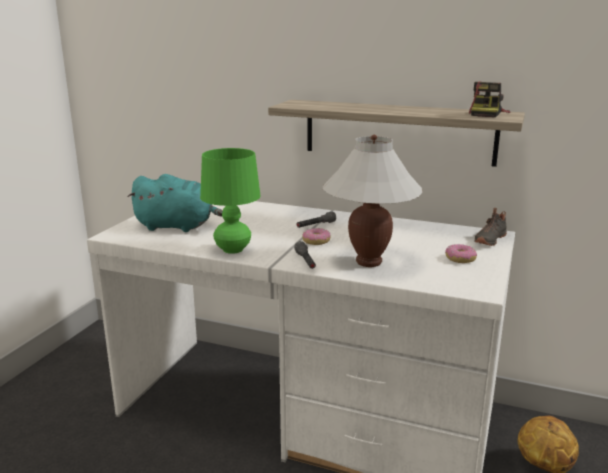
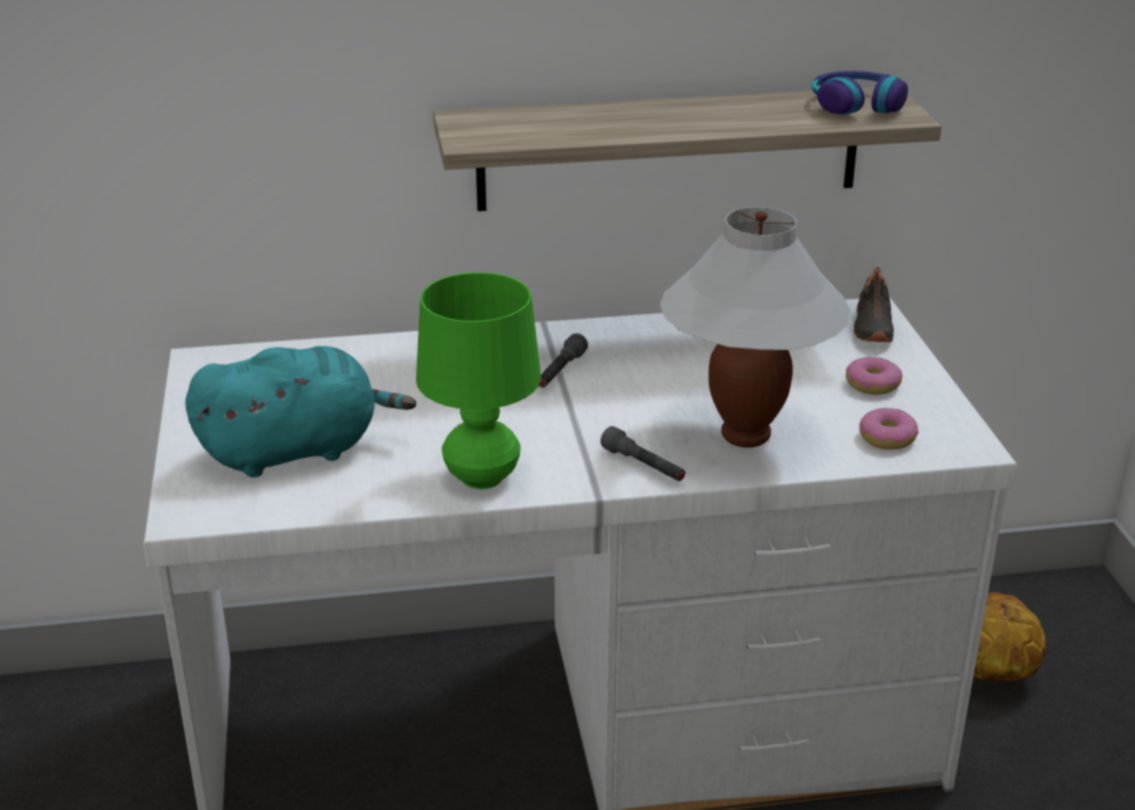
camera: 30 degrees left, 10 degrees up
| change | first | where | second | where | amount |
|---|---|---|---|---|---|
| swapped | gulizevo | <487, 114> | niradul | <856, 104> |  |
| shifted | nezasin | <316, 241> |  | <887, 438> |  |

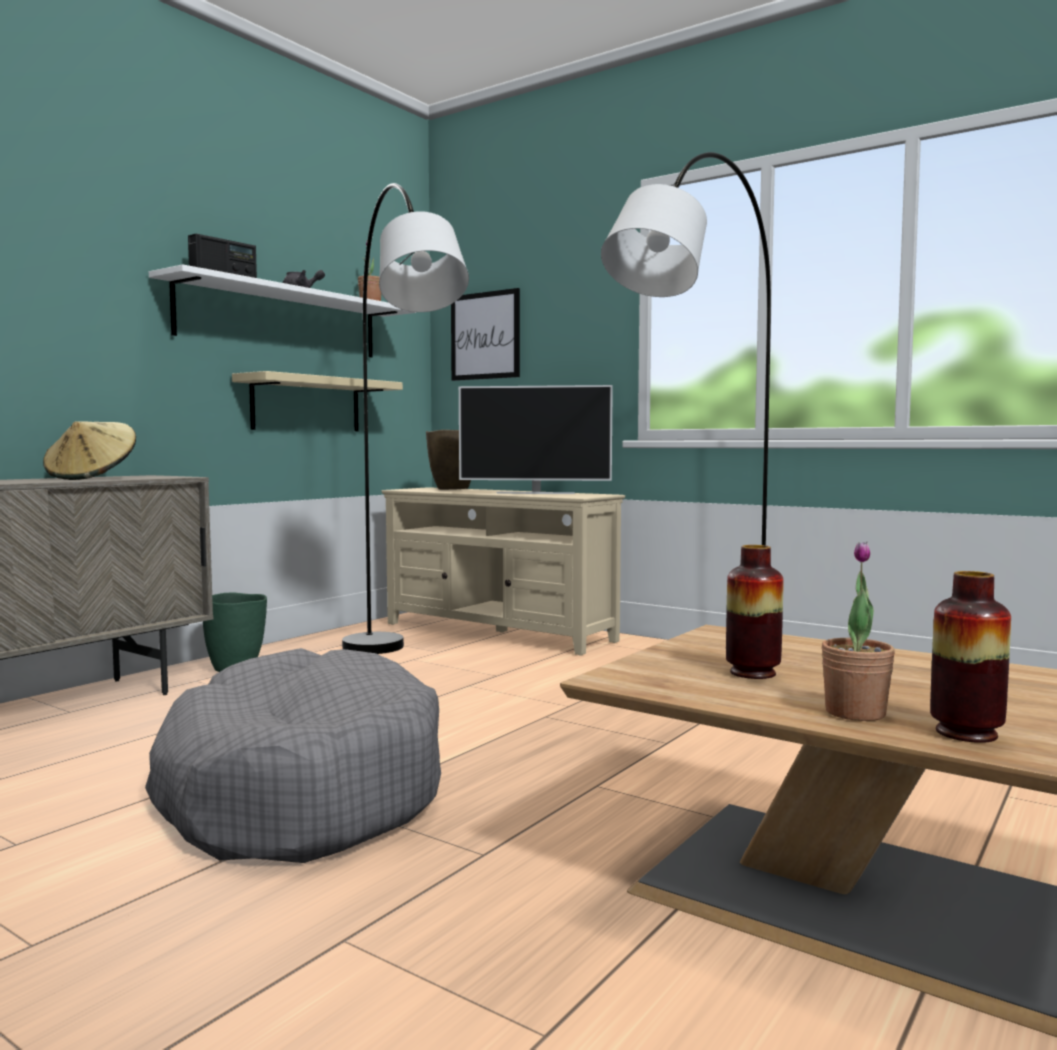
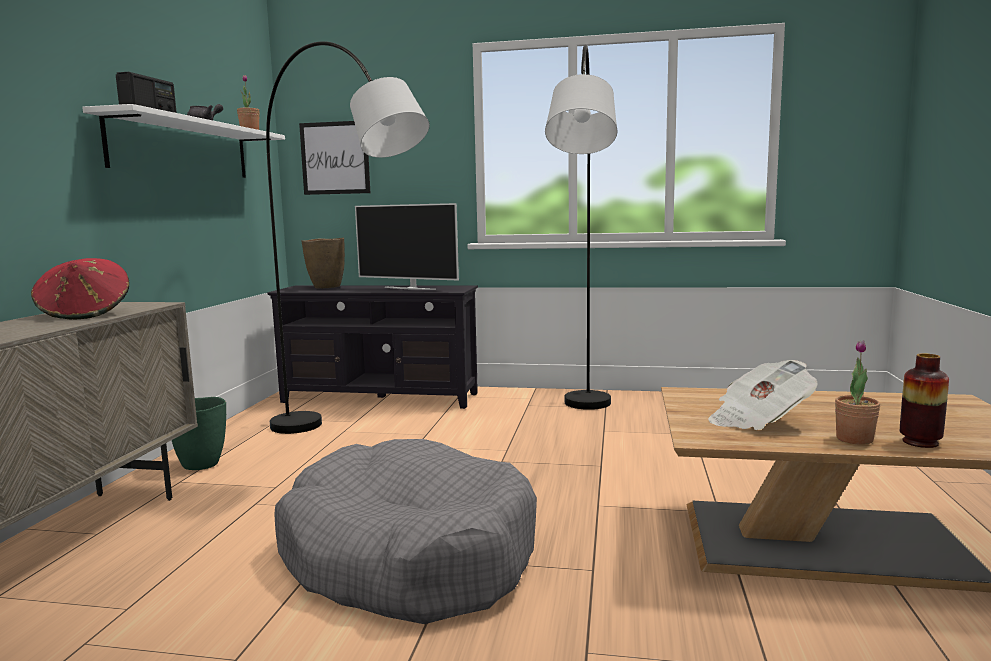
camera: 25 degrees left, 5 degrees up
| change | first | where | second | where | amount |
|---|---|---|---|---|---|
| repainted | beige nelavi | <92, 478> | red nelavi | <86, 314> |  |
| repainted | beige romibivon | <498, 633> | black romibivon | <380, 398> |  |
| rotated | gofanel | <535, 493> |  | <410, 288> | 45 degrees clockwise |
| swapped | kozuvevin | <752, 673> | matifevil | <758, 420> |  |
| gone | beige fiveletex | <306, 404> |  |  |  |

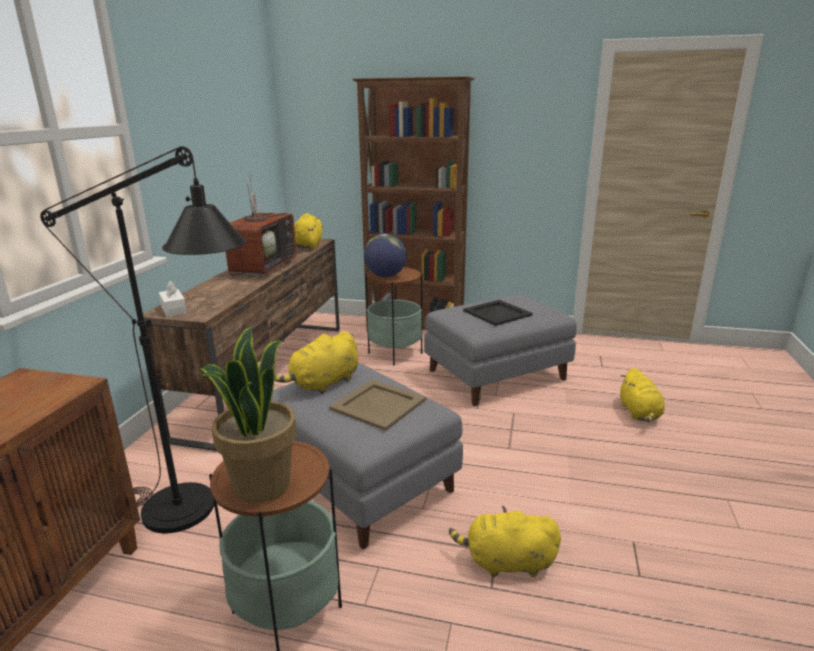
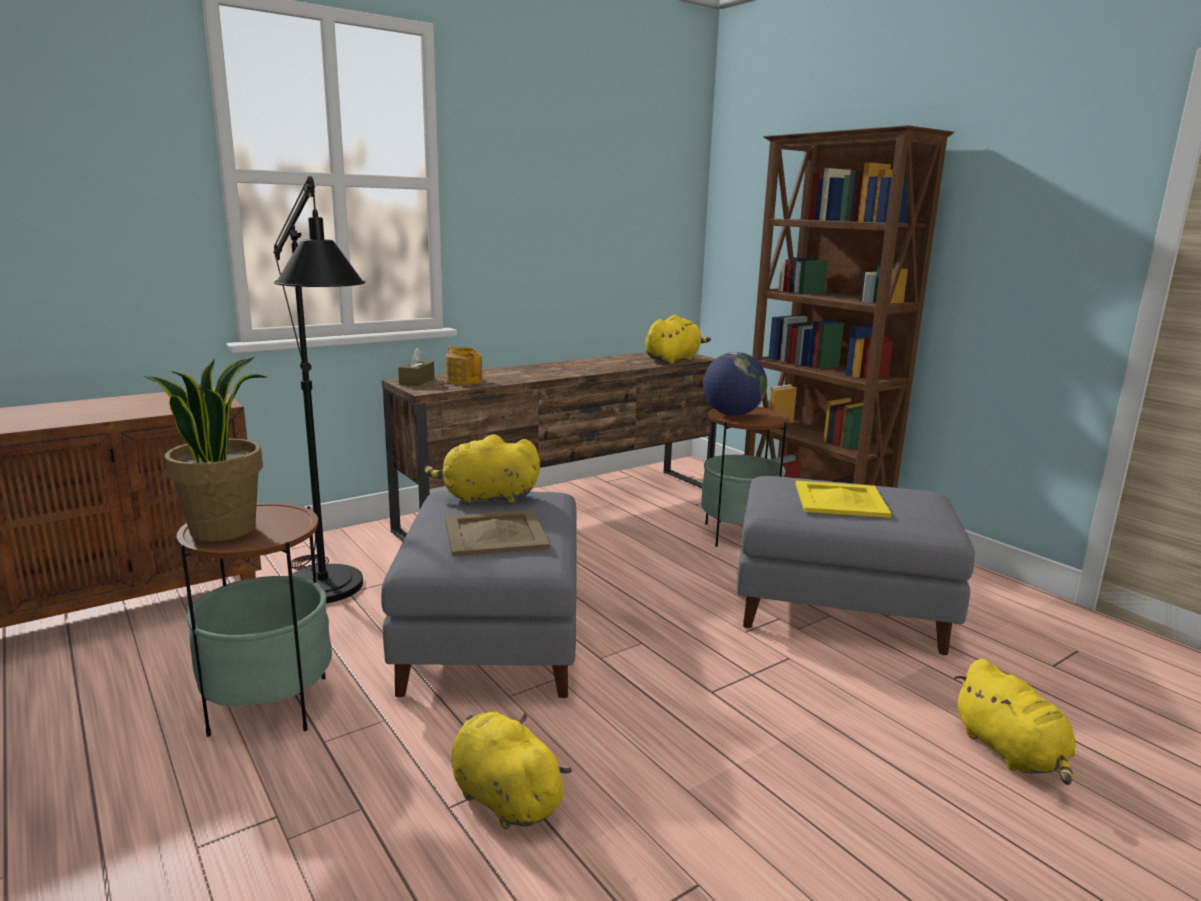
camera: 40 degrees right, 5 degrees down
| change | first | where | second | where | amount |
|---|---|---|---|---|---|
| repainted | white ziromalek | <173, 309> | brown ziromalek | <417, 381> |  |
| new |  |  | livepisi | <464, 381> |  |
| repainted | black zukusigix | <497, 313> | yellow zukusigix | <841, 499> |  |
| rotated | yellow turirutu | <639, 413> |  | <1011, 753> | 60 degrees counterclockwise |
| gone | gofanel | <263, 267> |  |  |  |

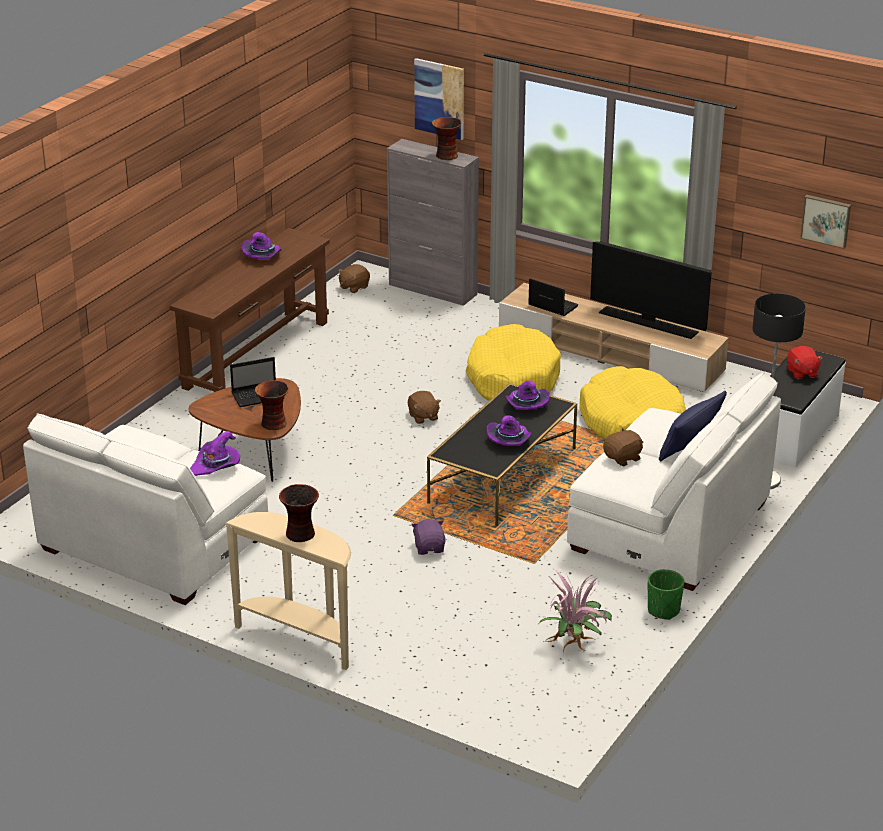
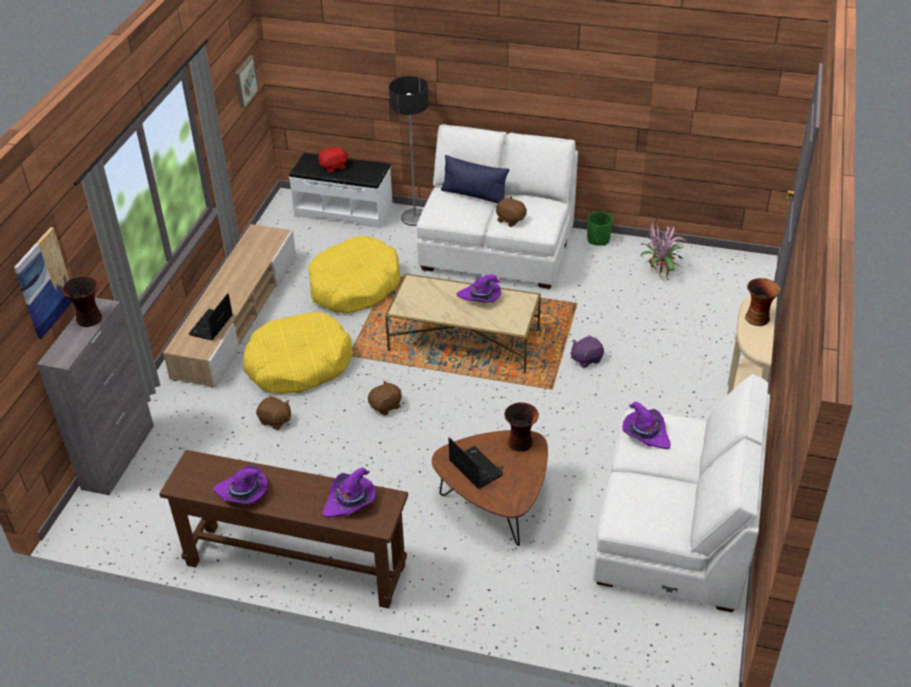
camera: 105 degrees left, 10 degrees up
| change | first | where | second | where | amount |
|---|---|---|---|---|---|
| shifted | brown turirutu | <353, 287> |  | <275, 420> |  |
| shifted | purple nelavi | <525, 405> |  | <350, 501> |  |
| repainted | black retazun | <503, 476> | beige retazun | <464, 340> |  |
| gone | gofanel | <649, 322> |  |  |  |

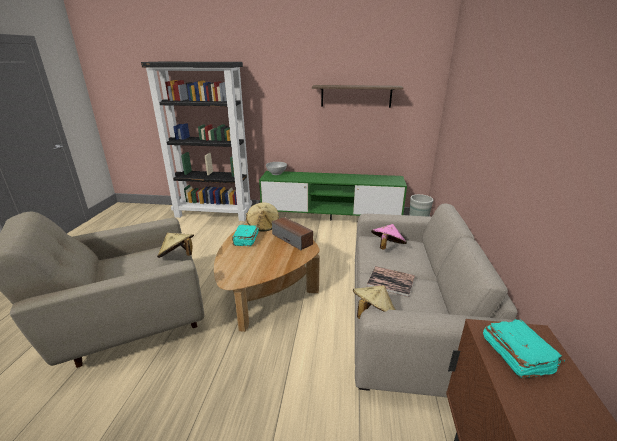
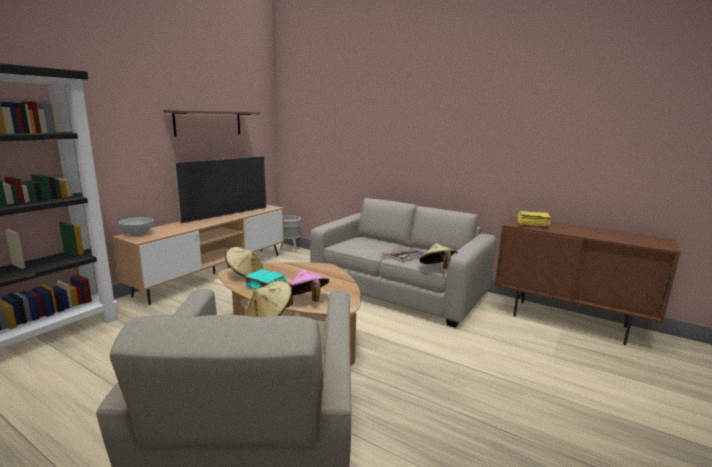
camera: 65 degrees left, 10 degrees down
| change | first | where | second | where | amount |
|---|---|---|---|---|---|
| repainted | green romibivon | <330, 220> | brown romibivon | <214, 274> |  |
| new |  |  | gofanel | <226, 215> |  |
| shifted | pink nelavi | <387, 247> |  | <306, 300> |  |
| repainted | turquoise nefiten | <516, 355> | yellow nefiten | <532, 224> |  |
| gone | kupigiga | <292, 239> |  |  |  |

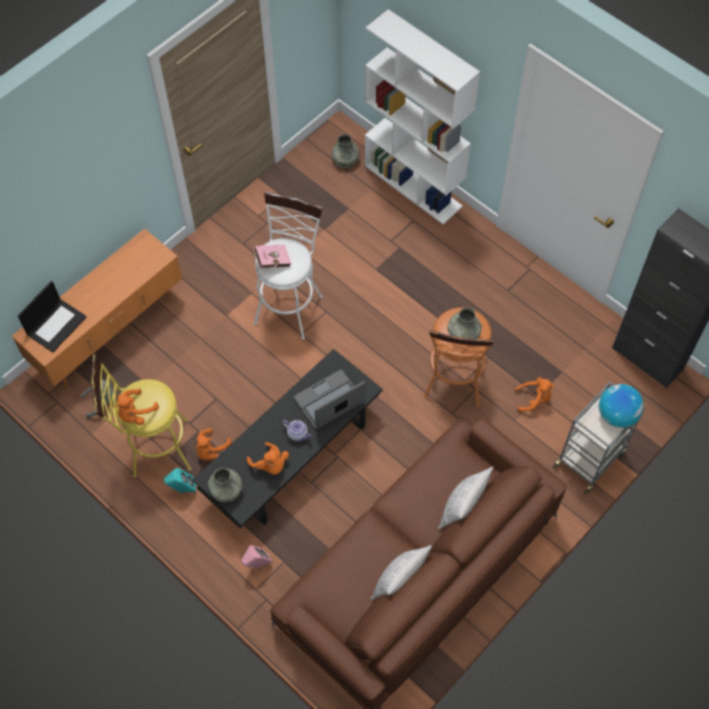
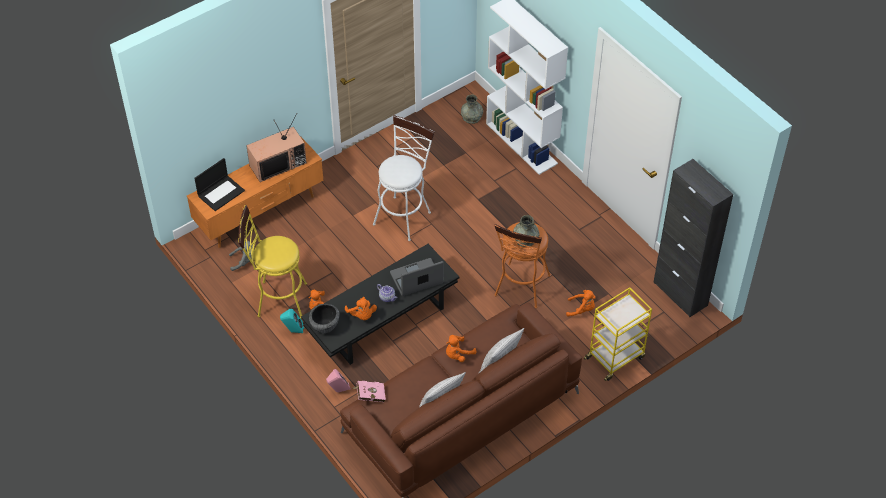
camera: 10 degrees right, 10 degrees down
| change | first | where | second | where | amount |
|---|---|---|---|---|---|
| new |  |  | gofanel | <278, 163> |  |
| swapped | grey kozuvevin | <226, 489> | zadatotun | <325, 326> |  |
| shifted | pink nefiten | <271, 261> |  | <369, 395> |  |
| shifted | orange turirutu | <135, 413> |  | <458, 354> |  |
| repainted | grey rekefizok | <589, 458> | yellow rekefizok | <615, 357> |  |
| gone | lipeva | <617, 415> |  |  |  |

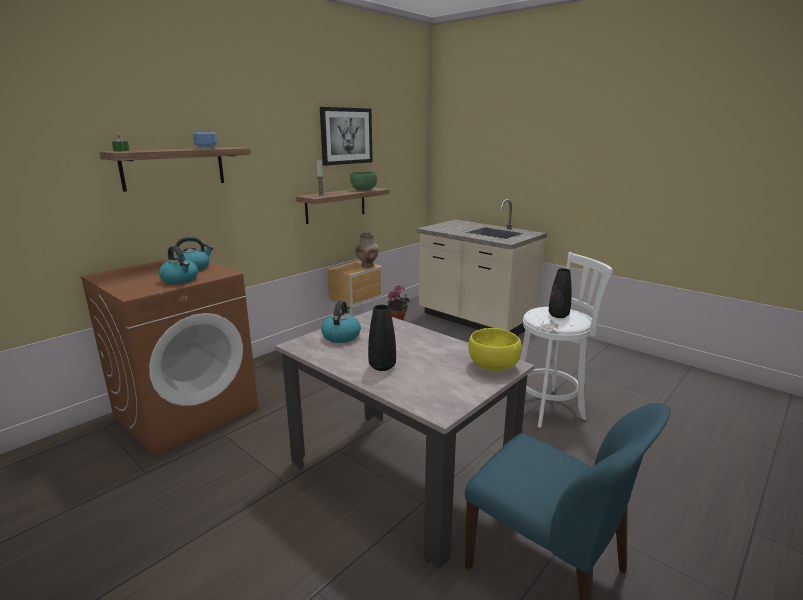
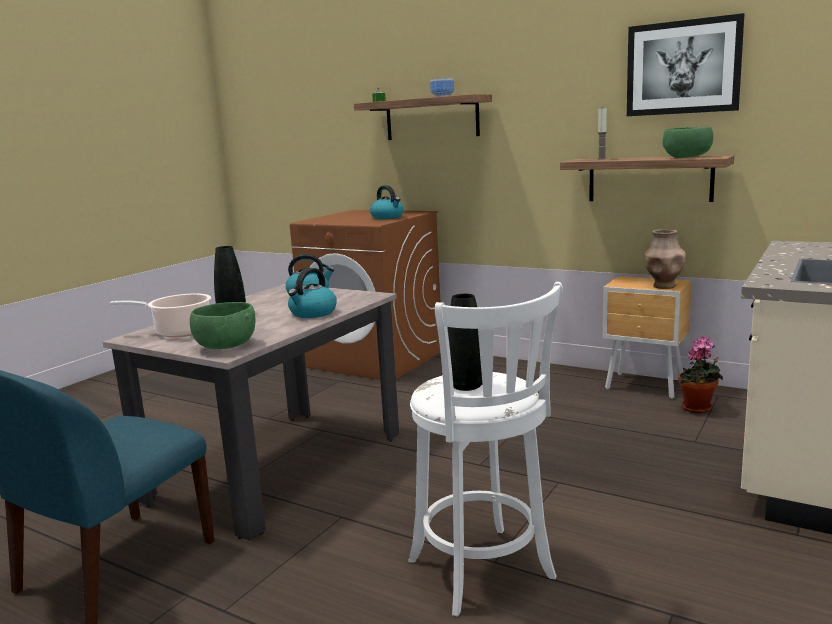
camera: 80 degrees right, 5 degrees down
| change | first | where | second | where | amount |
|---|---|---|---|---|---|
| new |  |  | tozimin | <179, 332> |  |
| repainted | yellow zadatotun | <493, 366> | green zadatotun | <225, 346> |  |
| shifted | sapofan | <180, 280> |  | <312, 313> |  |

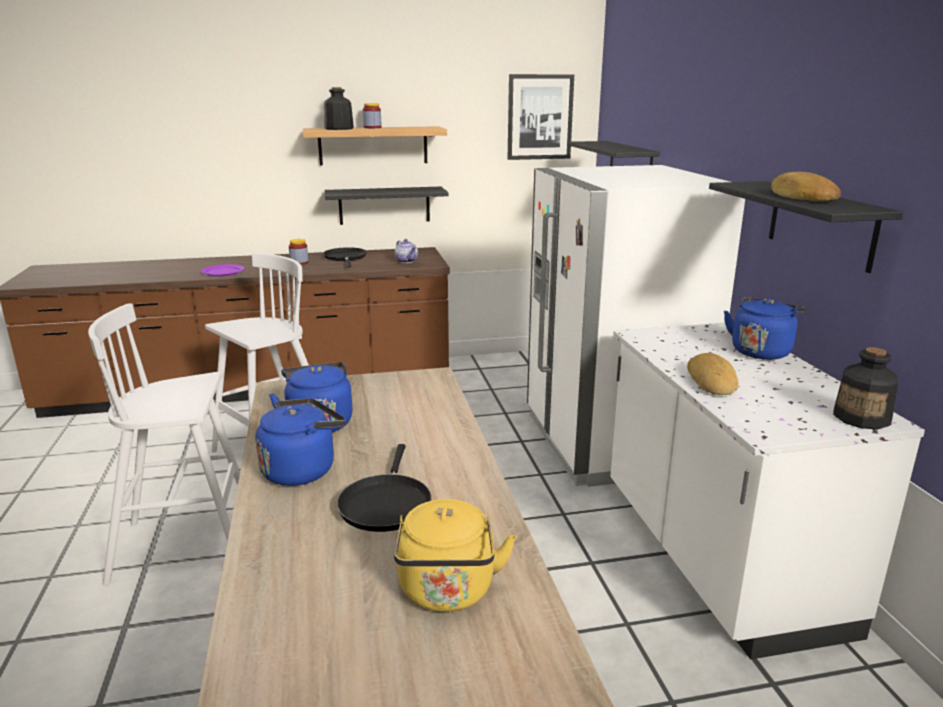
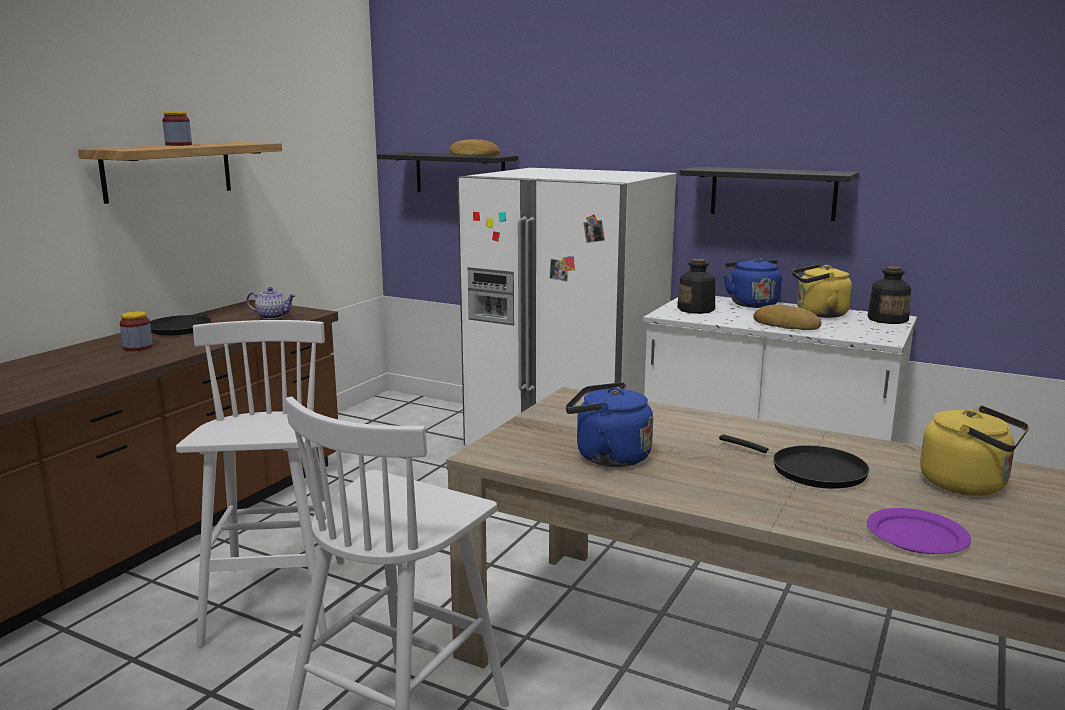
camera: 50 degrees left, 5 degrees down
| change | first | where | second | where | amount |
|---|---|---|---|---|---|
| shifted | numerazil | <801, 197> |  | <474, 155> |  |
| shifted | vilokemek | <339, 129> |  | <696, 309> |  |
| new |  |  | yellow sapofan | <818, 314> |  |
| shifted | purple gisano | <222, 272> |  | <917, 536> |  |
| gone | blue sapofan | <302, 470> |  |  |  |
| gone | black fiveletex | <384, 205> |  |  |  |
| gone | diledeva | <539, 117> |  |  |  |

